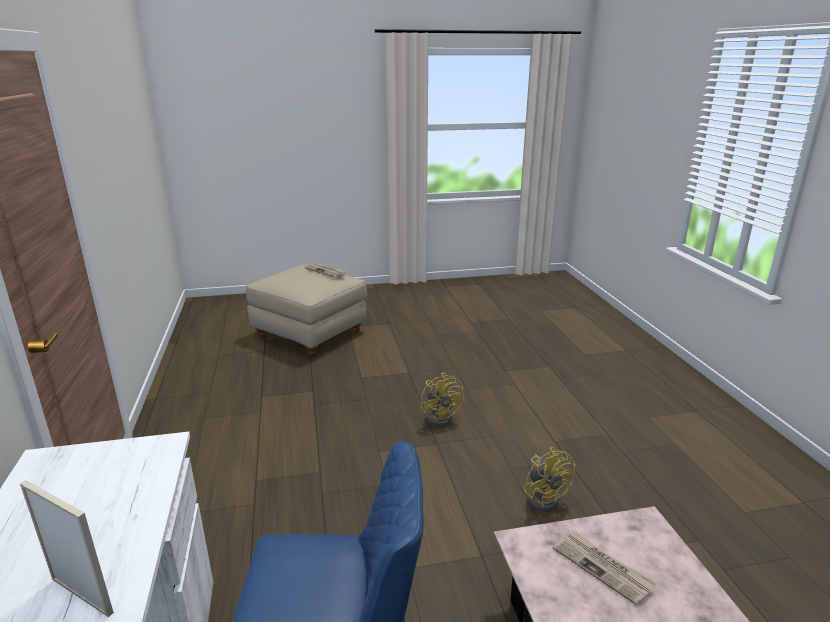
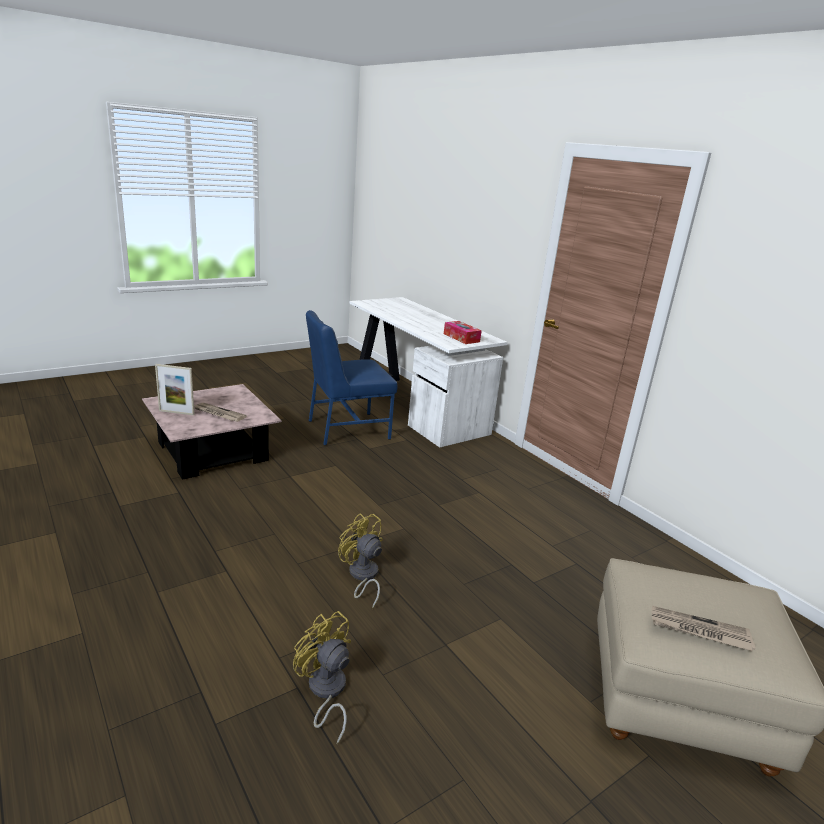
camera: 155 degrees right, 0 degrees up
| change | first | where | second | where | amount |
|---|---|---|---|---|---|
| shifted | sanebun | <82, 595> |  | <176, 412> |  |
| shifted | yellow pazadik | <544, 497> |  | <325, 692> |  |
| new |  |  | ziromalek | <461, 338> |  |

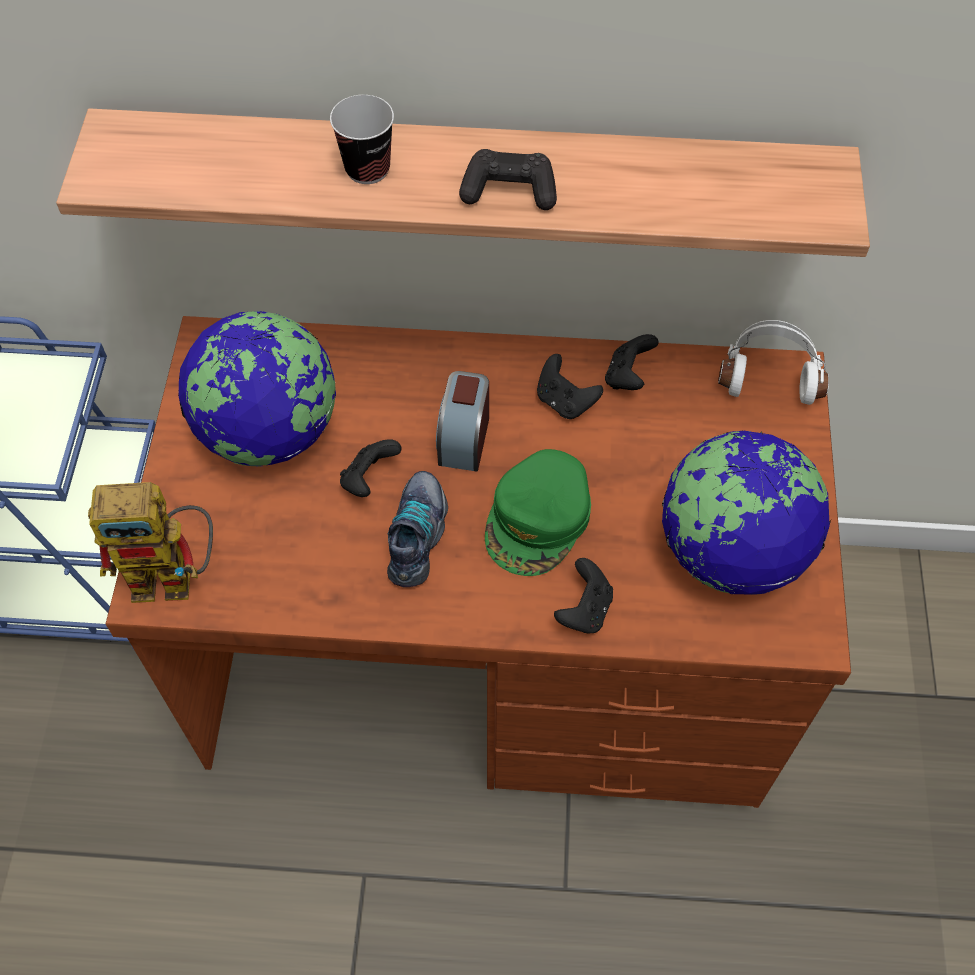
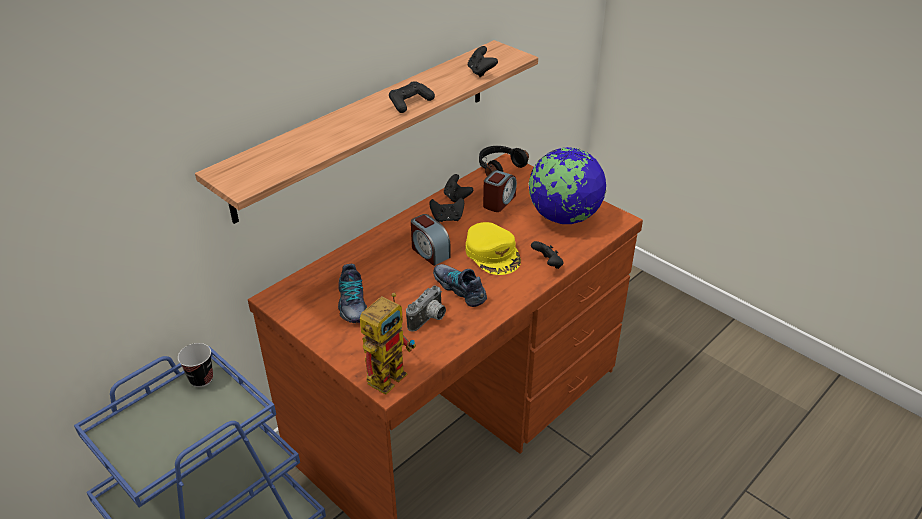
camera: 50 degrees left, 20 degrees down
| change | first | where | second | where | amount |
|---|---|---|---|---|---|
| shifted | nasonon | <367, 169> |  | <201, 379> |  |
| swapped | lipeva | <270, 432> | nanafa | <352, 304> |  |
| new |  |  | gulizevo | <429, 320> |  |
| repainted | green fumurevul | <538, 519> | yellow fumurevul | <493, 254> |  |
| shifted | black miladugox | <369, 479> |  | <481, 72> |  |
| repainted | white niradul | <770, 372> | black niradul | <499, 167> |  |
| new |  |  | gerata | <499, 201> |  |

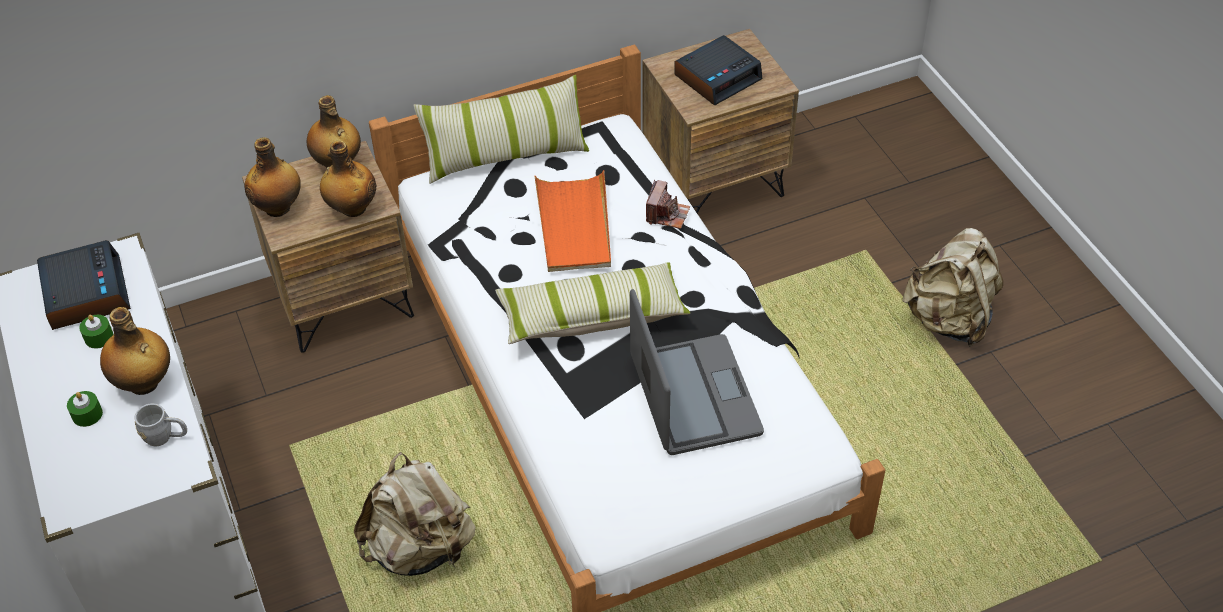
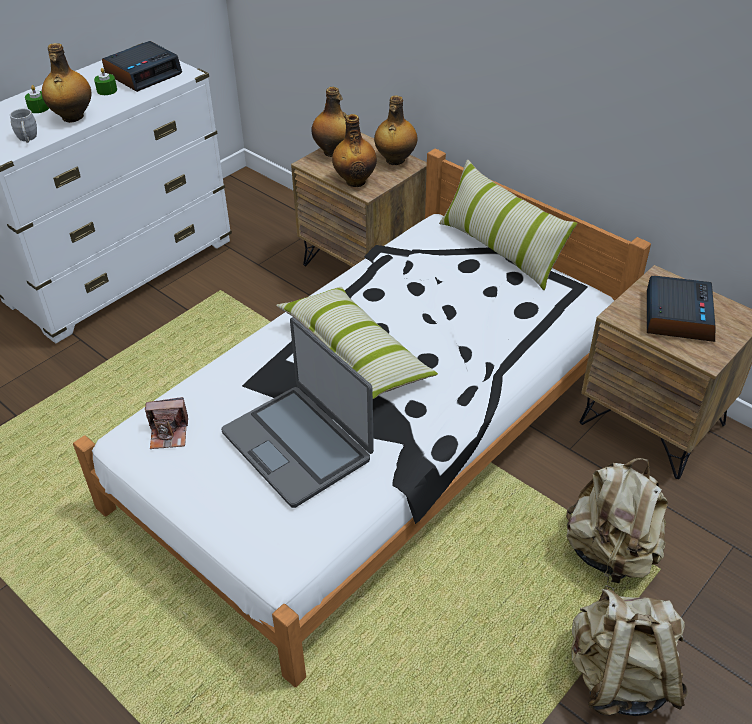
camera: 65 degrees right, 5 degrees down
| change | first | where | second | where | amount |
|---|---|---|---|---|---|
| shifted | gulizevo | <667, 214> |  | <169, 433> |  |
| rotated | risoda | <693, 396> |  | <298, 445> | 90 degrees clockwise |
| shifted | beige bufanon | <420, 548> |  | <610, 553> |  |
| rotated | gerata | <718, 77> |  | <677, 316> | 105 degrees counterclockwise |
| gone | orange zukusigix | <574, 225> |  |  |  |

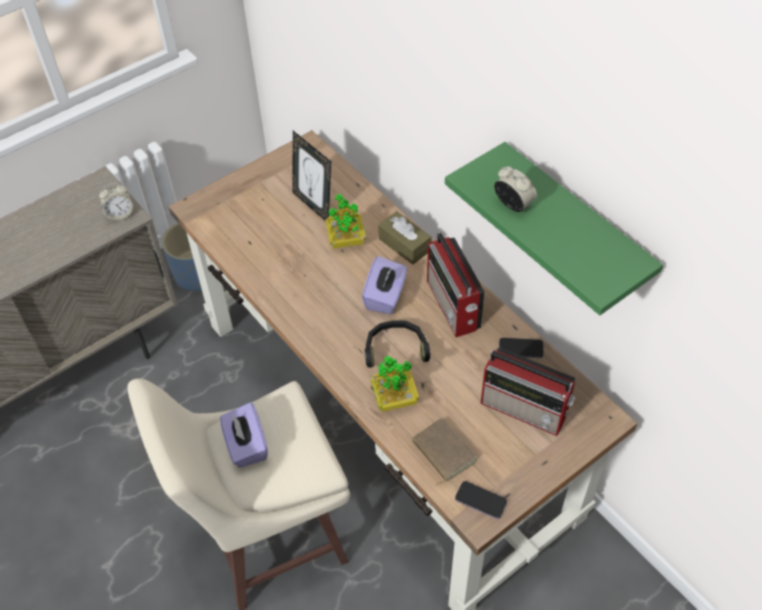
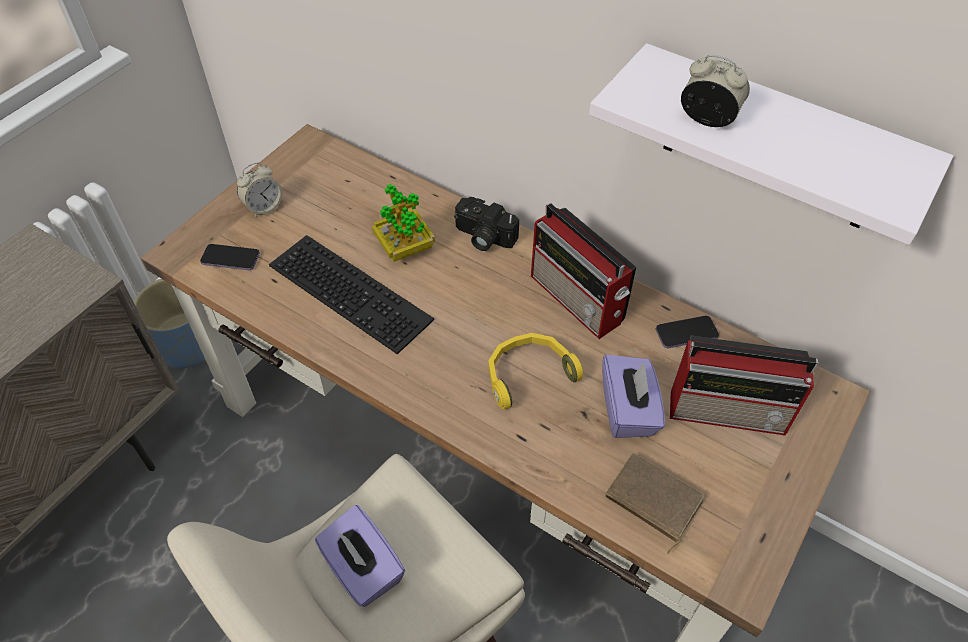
camera: 20 degrees left, 0 degrees up
| change | first | where | second | where | amount |
|---|---|---|---|---|---|
| shifted | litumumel | <480, 501> |  | <230, 258> |  |
| shifted | gerata | <120, 214> |  | <264, 207> |  |
| new |  |  | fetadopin | <353, 291> |  |
| swapped | brown ziromalek | <404, 244> | gulizevo | <483, 237> |  |
| repainted | black niradul | <395, 348> | yellow niradul | <528, 374> |  |
| repainted | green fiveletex | <574, 227> | white fiveletex | <773, 142> |  |
| shifted | purple ziromalek | <385, 296> |  | <628, 410> |  |
| gone | sanebun | <314, 205> |  |  |  |
| gone | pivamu | <394, 398> |  |  |  |

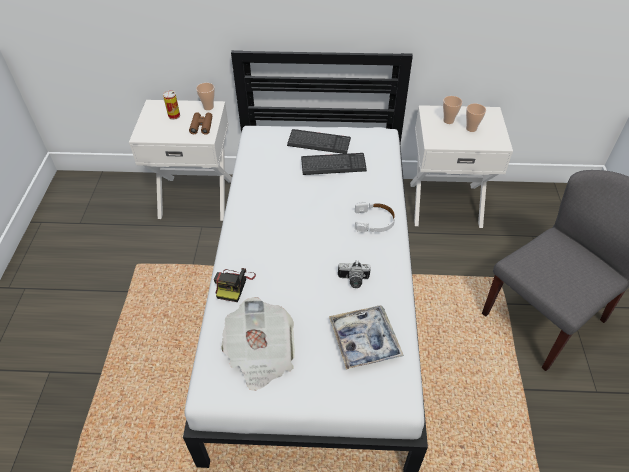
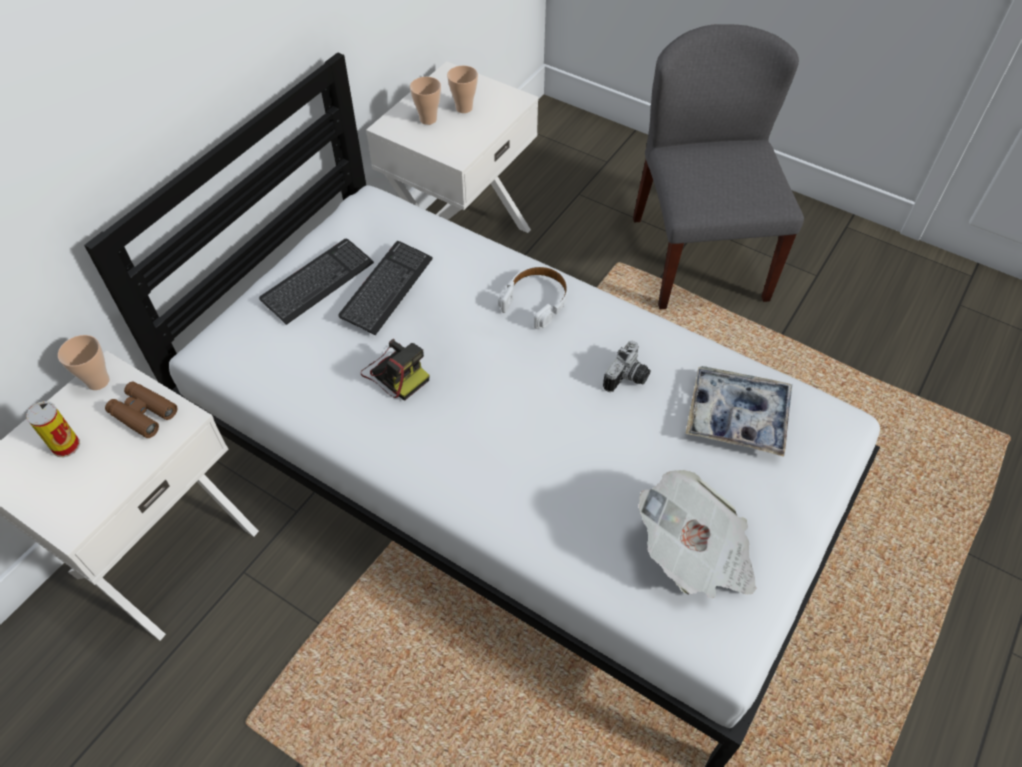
camera: 60 degrees left, 5 degrees up
| change | first | where | second | where | amount |
|---|---|---|---|---|---|
| shifted | gulizevo | <234, 285> |  | <395, 373> |  |

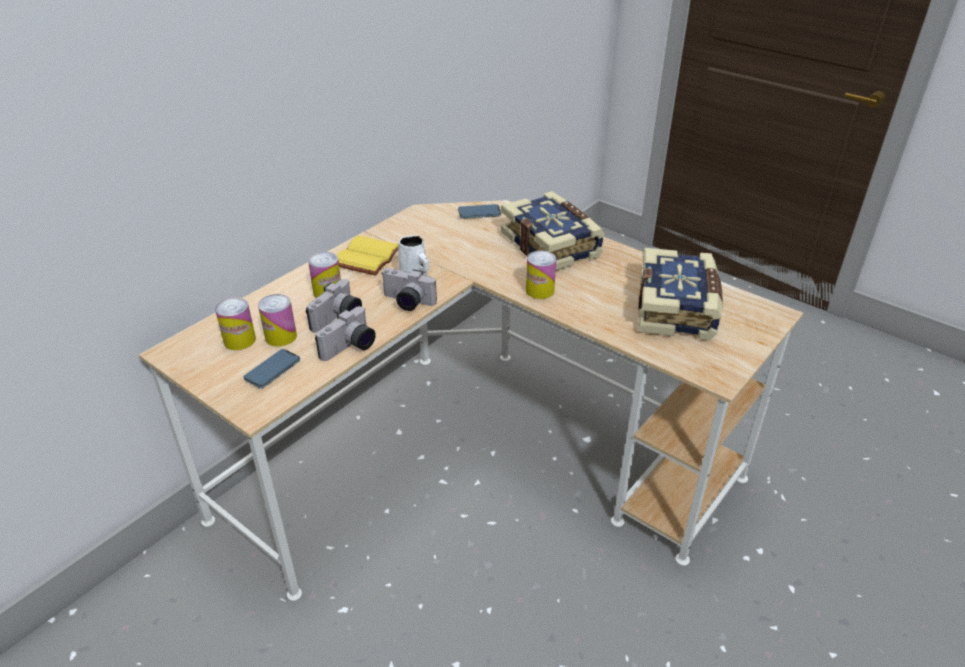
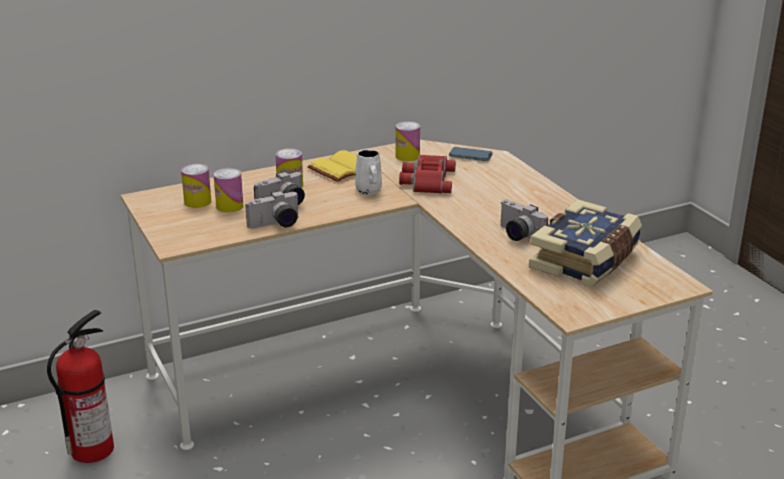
camera: 25 degrees right, 10 degrees down
| change | first | where | second | where | amount |
|---|---|---|---|---|---|
| new |  |  | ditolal | <93, 448> |  |
| shifted | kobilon | <539, 290> |  | <407, 156> |  |
| new |  |  | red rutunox | <426, 180> |  |
| shifted | gulizevo | <406, 302> |  | <517, 235> |  |
| gone | litumumel | <272, 371> |  |  |  |
| gone | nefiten | <552, 245> |  |  |  |

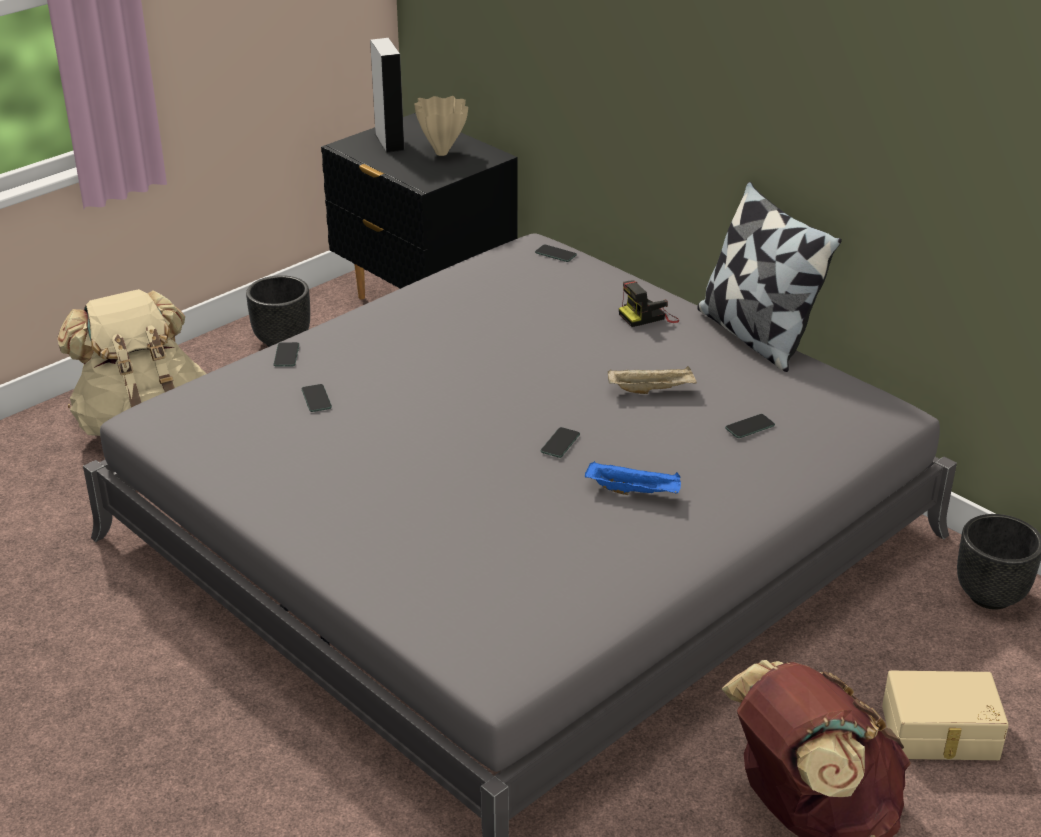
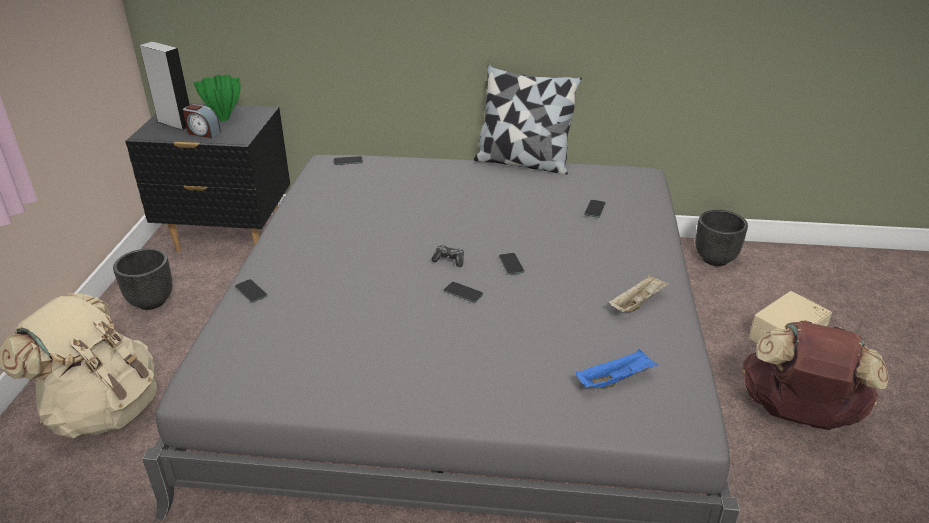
camera: 40 degrees left, 0 degrees up
| change | first | where | second | where | amount |
|---|---|---|---|---|---|
| new |  |  | gerata | <203, 133> |  |
| repainted | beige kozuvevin | <442, 153> | green kozuvevin | <225, 119> |  |
| new |  |  | miladugox | <449, 260> |  |
| shifted | litumumel | <316, 398> |  | <463, 292> |  |
| shifted | blue zukusigix | <634, 491> |  | <615, 380> |  |
| shifted | beige zukusigix | <652, 390> |  | <637, 303> |  |
| gone | gulizevo | <648, 316> |  |  |  |

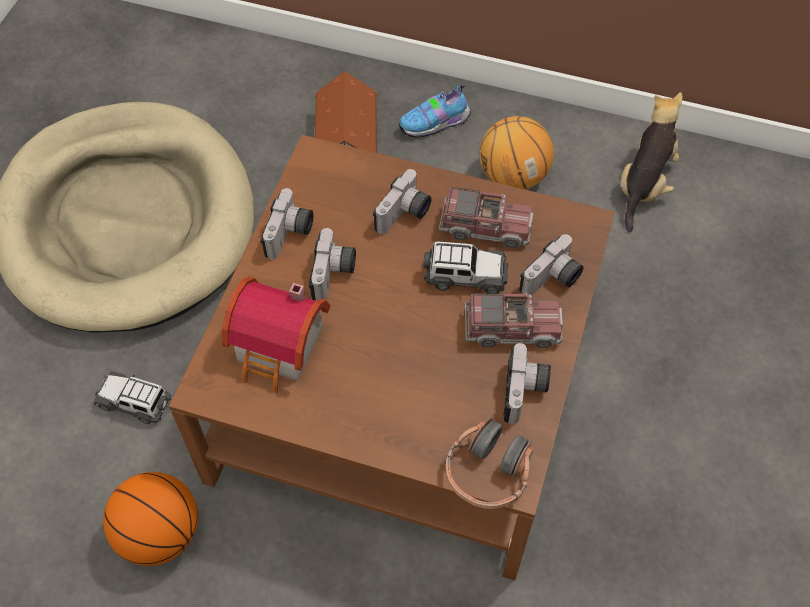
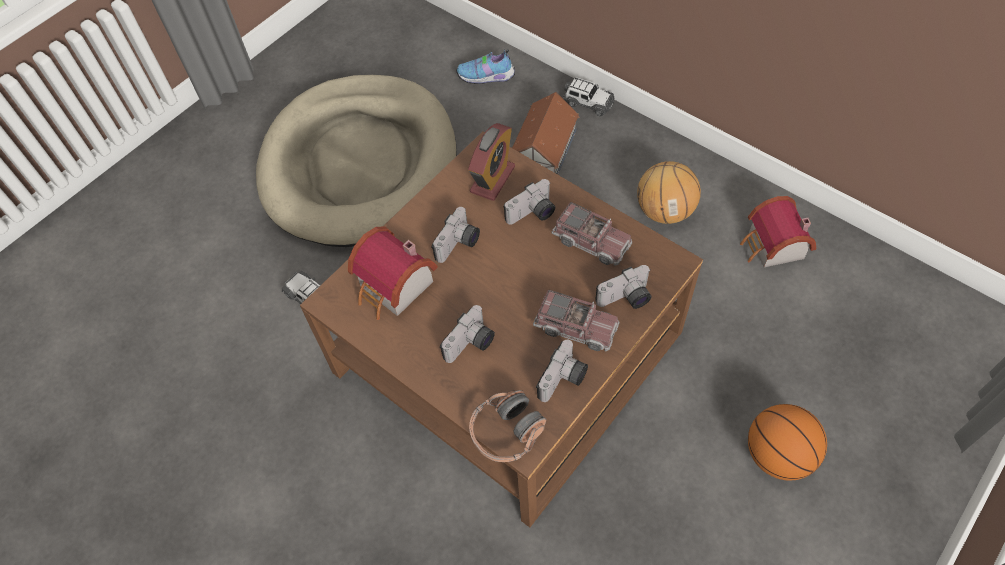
camera: 25 degrees right, 0 degrees up
| change | first | where | second | where | amount |
|---|---|---|---|---|---|
| shifted | gulizevo | <290, 235> |  | <471, 345> |  |
| shifted | nanafa | <436, 124> |  | <487, 77> |  |
| new |  |  | gerata | <492, 179> |  |
| shifted | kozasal | <465, 276> |  | <588, 103> |  |
| swapped | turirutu | <644, 185> | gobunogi | <772, 248> |  |
| shifted | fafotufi | <160, 534> |  | <778, 455> |  |

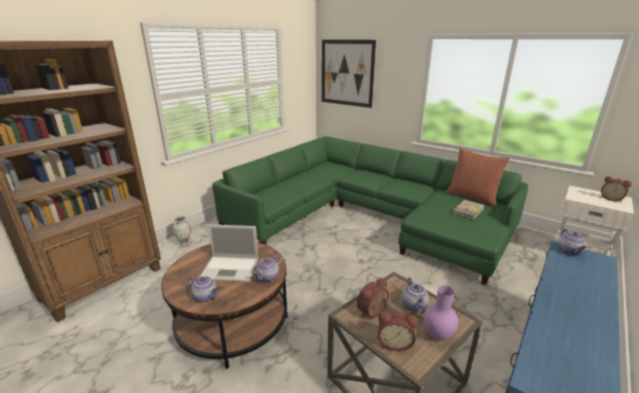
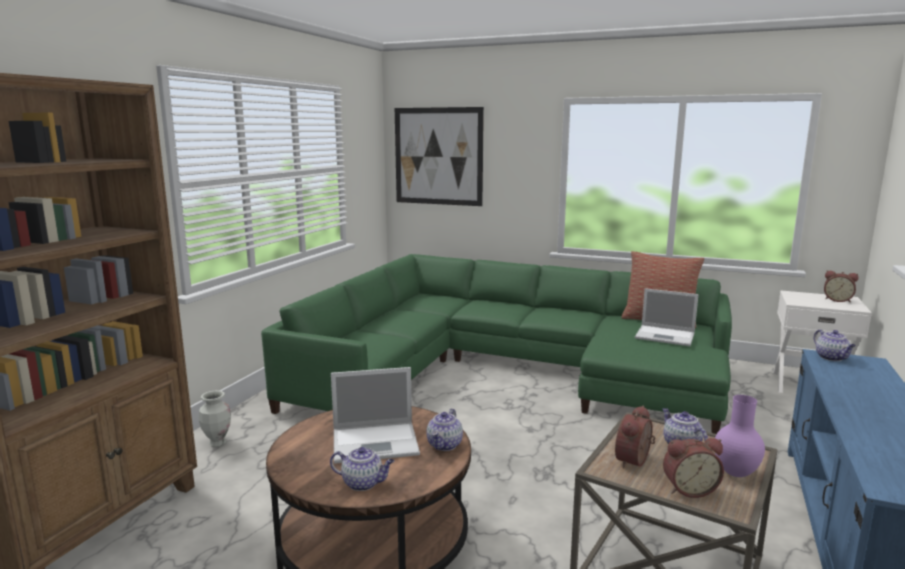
camera: 15 degrees left, 10 degrees down
| change | first | where | second | where | amount |
|---|---|---|---|---|---|
| swapped | nefiten | <468, 211> | risoda | <666, 336> |  |

